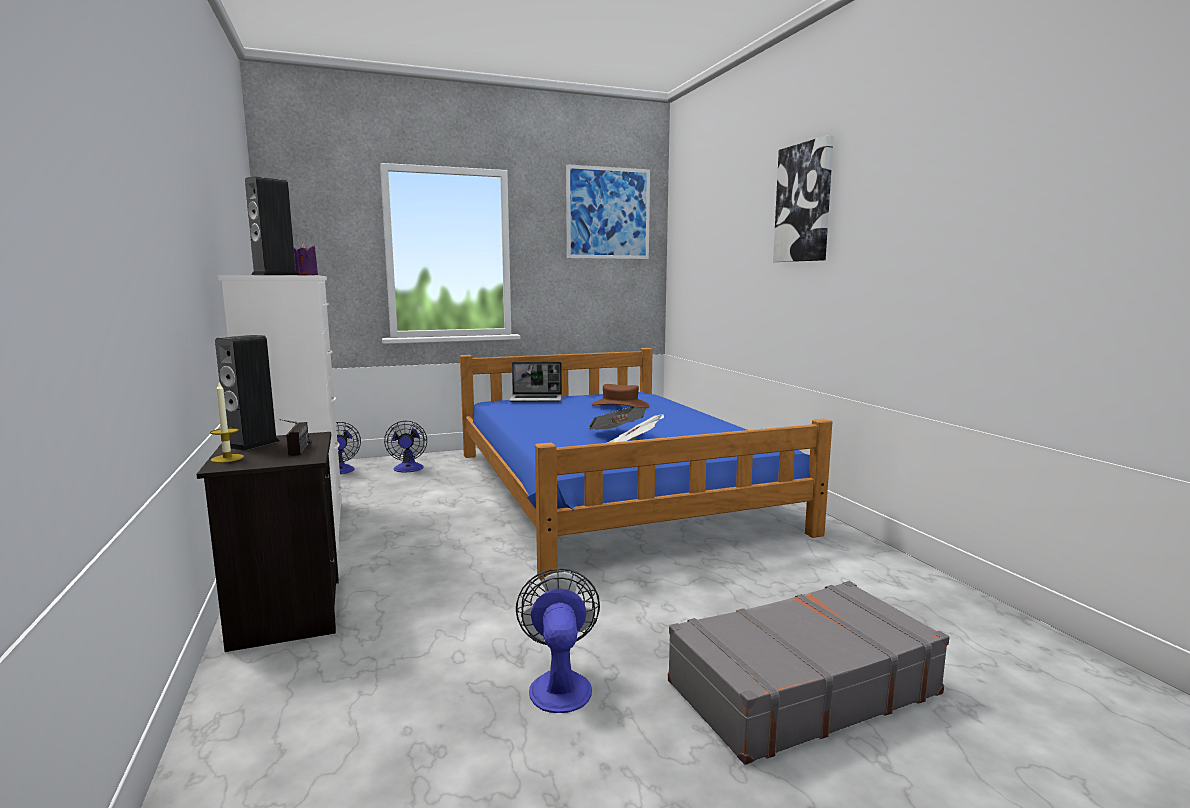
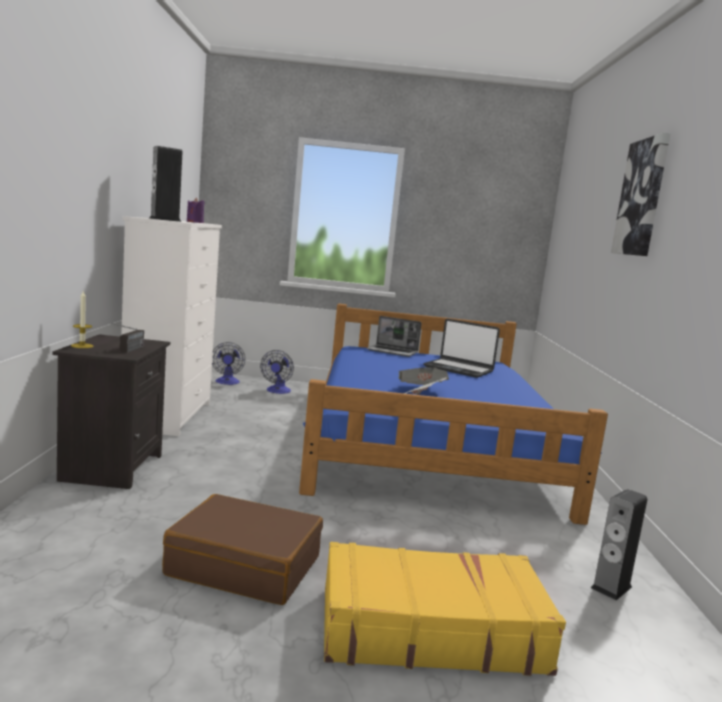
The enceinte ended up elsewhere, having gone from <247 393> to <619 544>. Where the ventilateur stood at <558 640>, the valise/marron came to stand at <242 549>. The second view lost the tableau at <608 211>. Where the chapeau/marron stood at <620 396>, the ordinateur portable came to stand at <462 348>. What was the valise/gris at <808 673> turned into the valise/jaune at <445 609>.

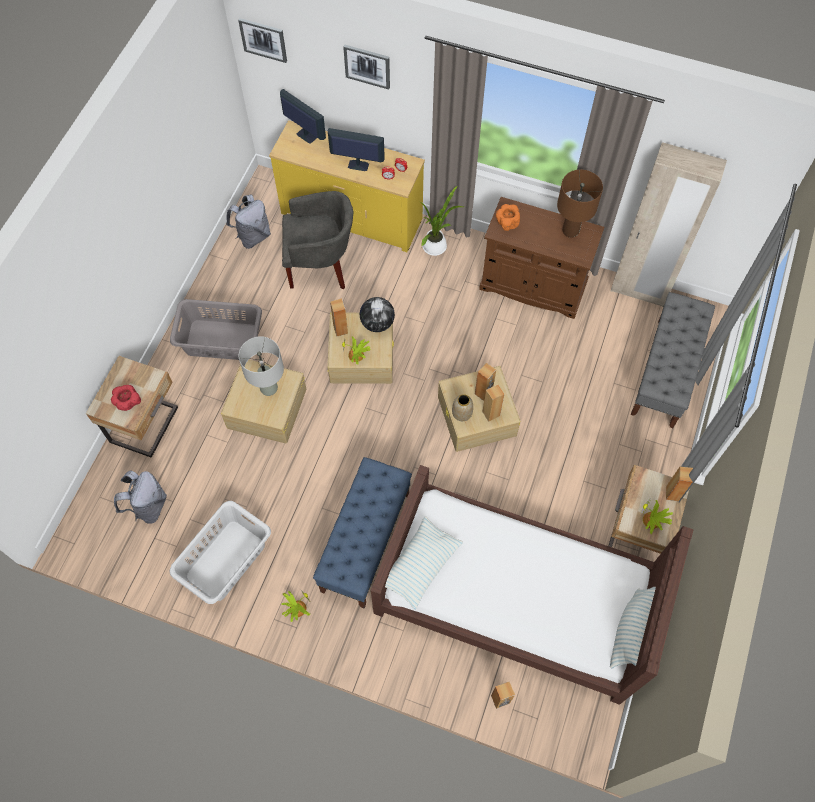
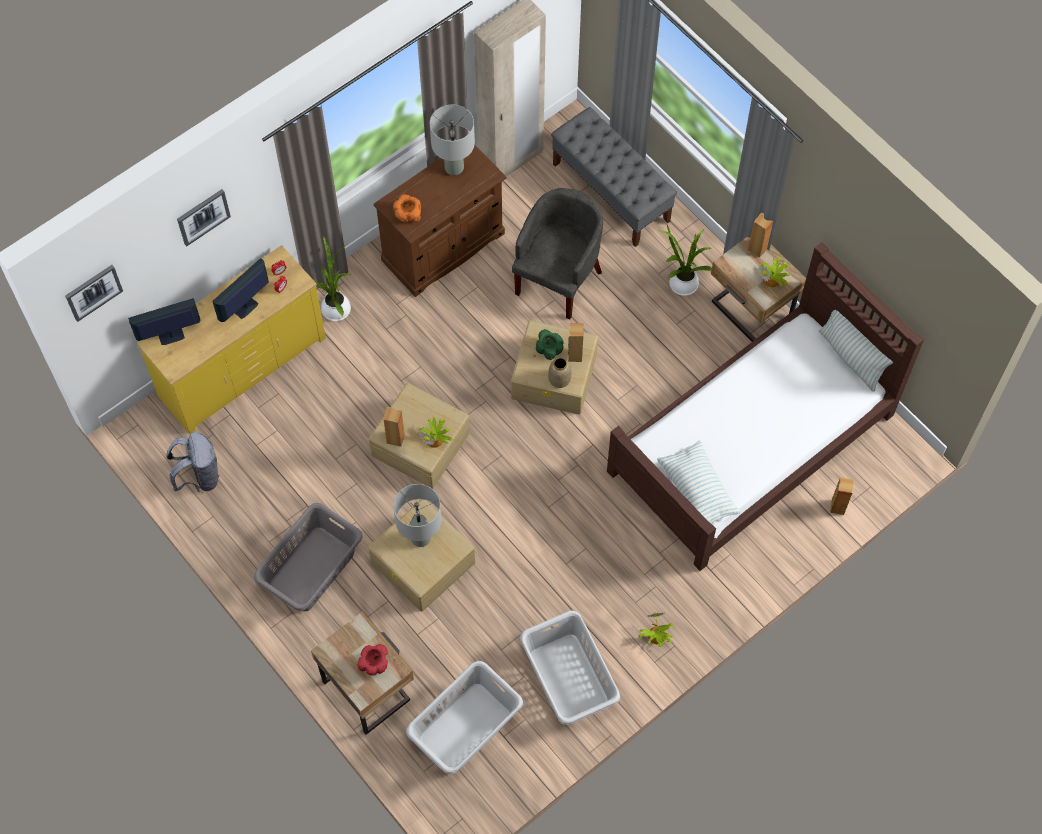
Where the sac à dos/gris stood at <140 497>, the panier à linge/gris came to stand at <464 717>. The fauteuil/gris ended up elsewhere, having gone from <317 240> to <557 254>. The second view lost the banc/bleu at <362 533>. The second view lost the globe at <377 314>. Where the enceinte/marron stood at <485 382>, the bol/vert came to stand at <549 344>. What was the lampe de table/marron at <580 204> turned into the lampe de table/gris at <452 140>. The second view gained the plante en pot at <685 260>.

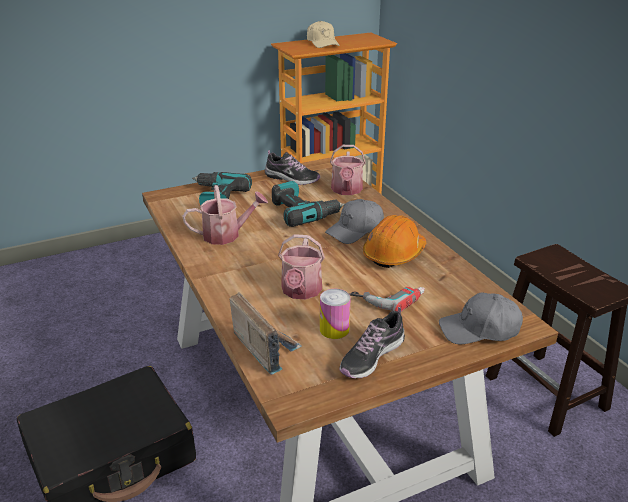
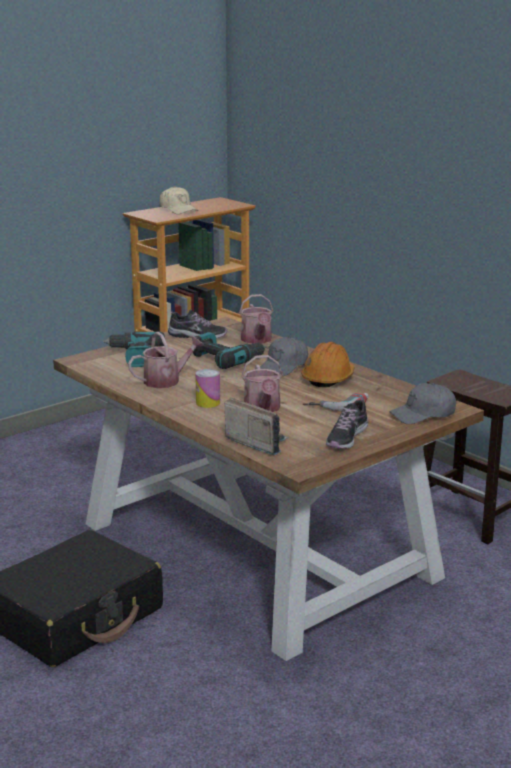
The boîte métallique ended up elsewhere, having gone from <335 314> to <207 388>.

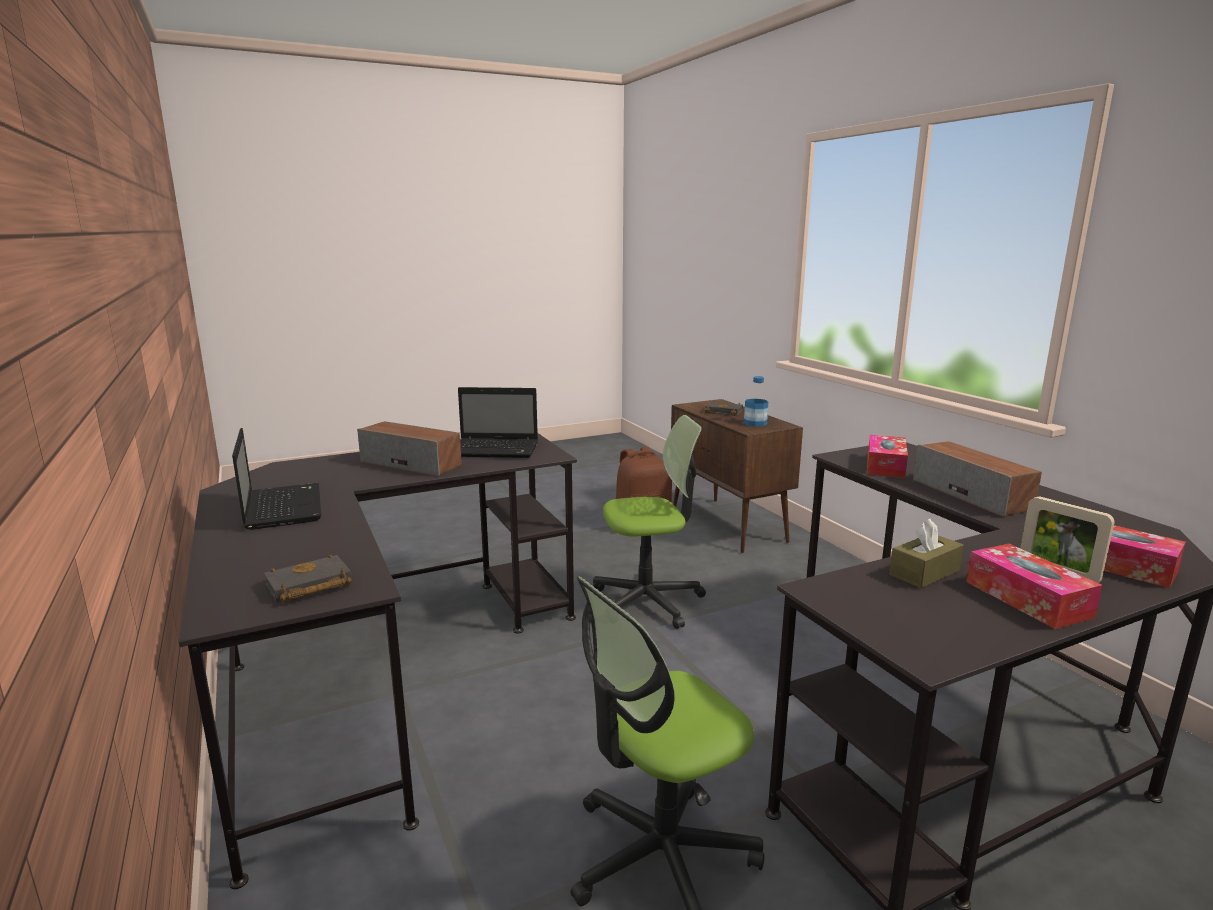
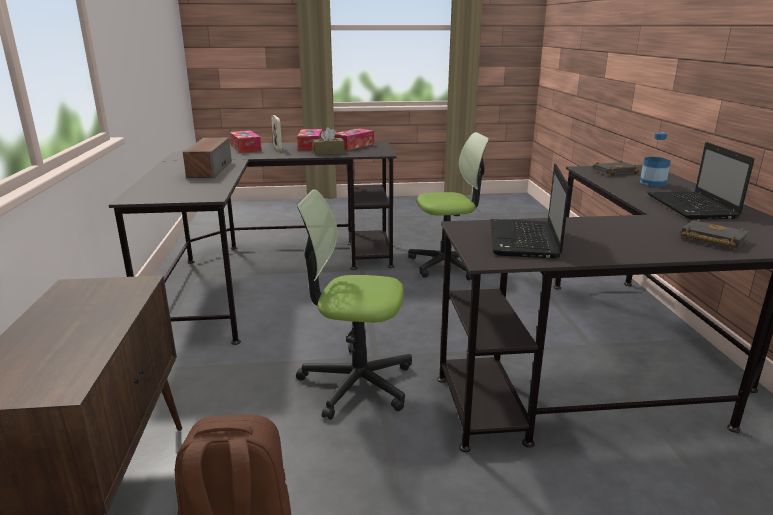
The second view lost the enceinte at <409 448>. The ordinateur portable at <498 422> ended up facing another way, 105 degrees counterclockwise from before. The livre/noir ended up elsewhere, having gone from <723 408> to <715 234>. The bouteille ended up elsewhere, having gone from <756 401> to <655 159>. The boîte à mouchoirs ended up elsewhere, having gone from <887 456> to <354 139>.

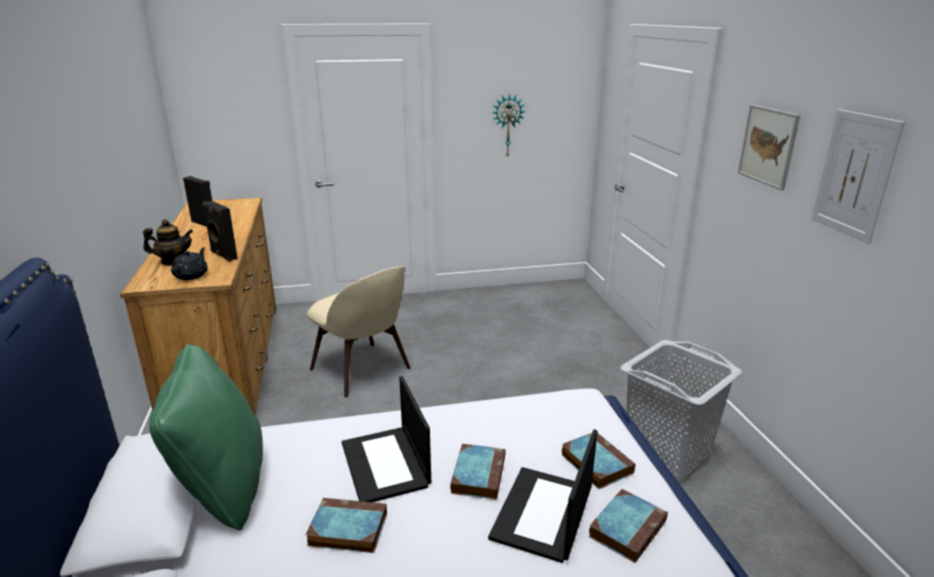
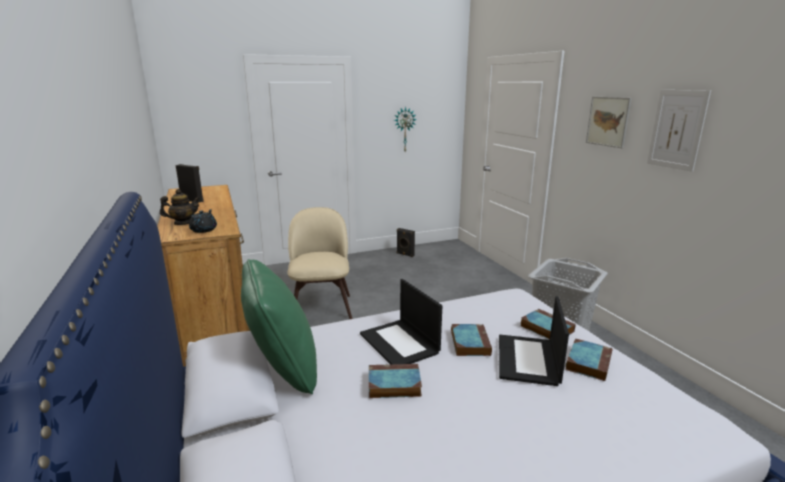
The enceinte/noir ended up elsewhere, having gone from <220 231> to <406 242>. The chaise/beige at <358 332> ended up facing another way, 135 degrees counterclockwise from before.

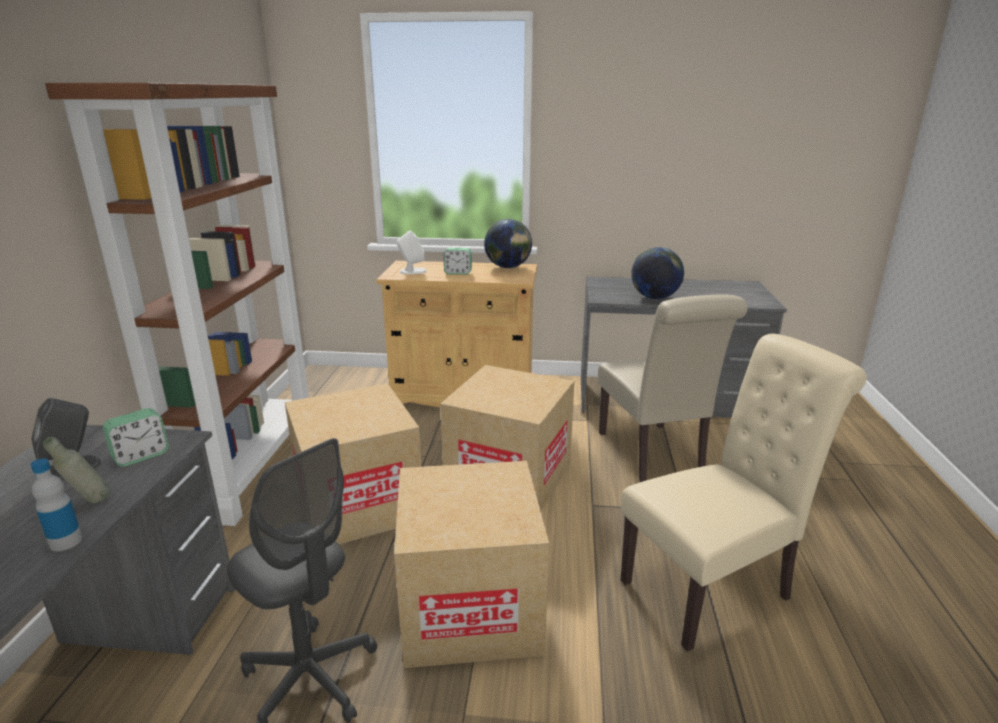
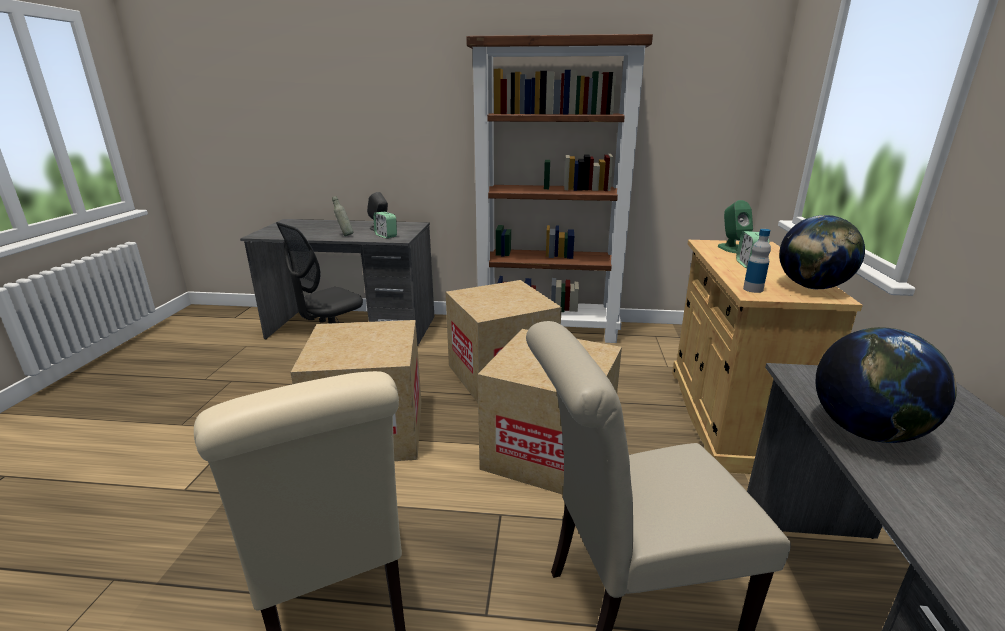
The bouteille ended up elsewhere, having gone from <56 504> to <757 261>. What was the enceinte/blanc at <411 252> turned into the enceinte/vert at <735 226>.

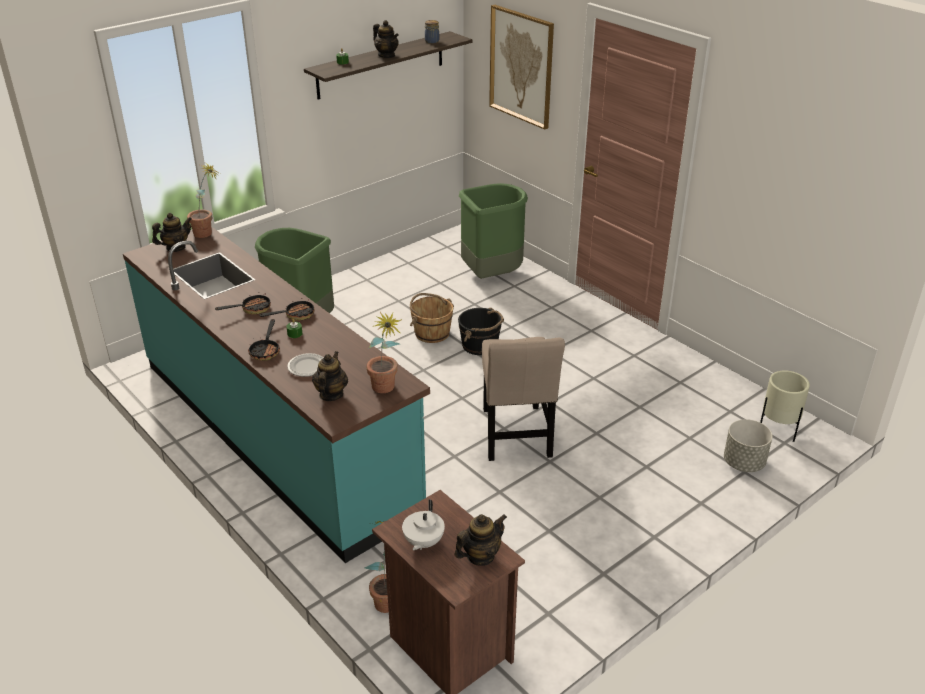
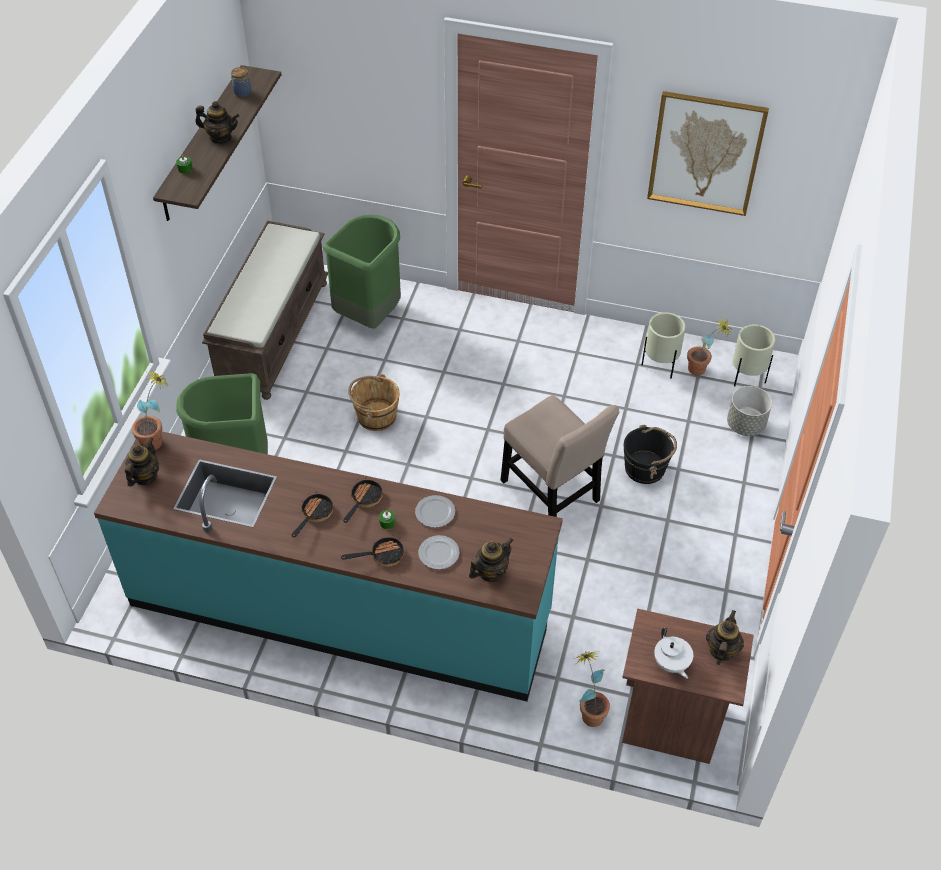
The poêle at <264 340> ended up facing another way, 75 degrees counterclockwise from before. The théière at <330 376> ended up facing another way, 75 degrees clockwise from before. The plante en pot ended up elsewhere, having gone from <384 352> to <709 346>. The seau/noir ended up elsewhere, having gone from <481 331> to <650 454>. The tableau ended up elsewhere, having gone from <521 67> to <708 153>. The second view gained the banc/marron at <265 310>. The second view gained the assiette at <435 511>. The second view gained the cache-pot/beige at <664 345>.

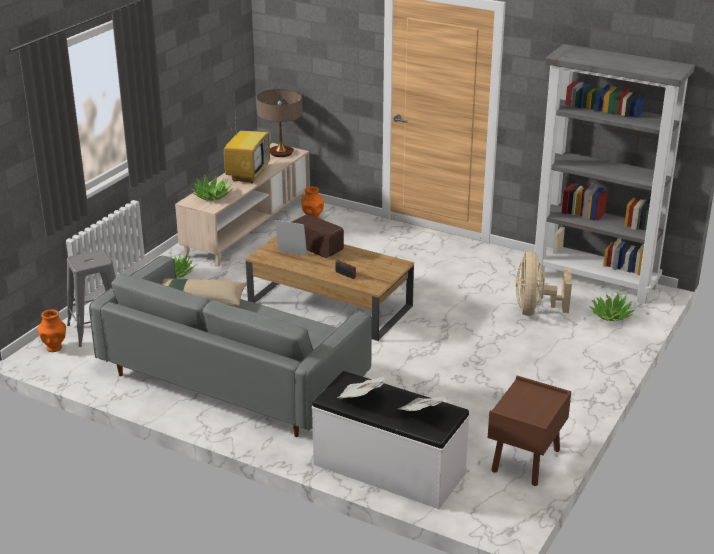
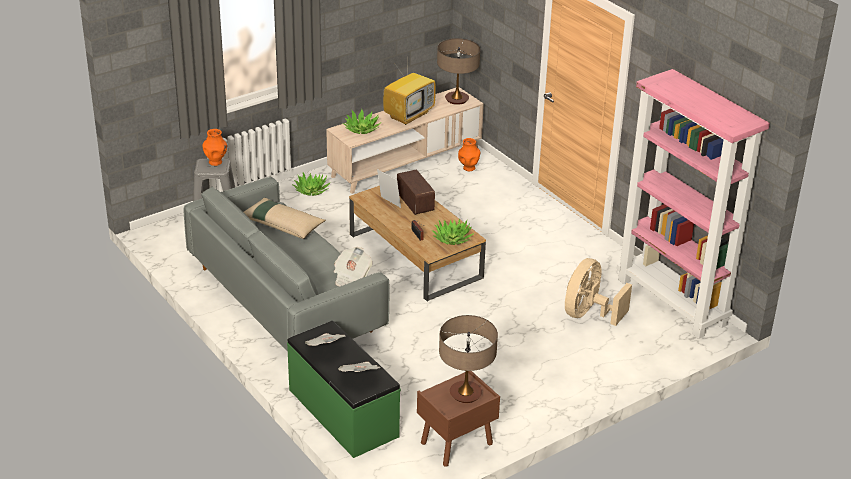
The vase/orange ended up elsewhere, having gone from <51 330> to <214 147>. What was the banc/blanc at <391 440> turned into the banc/vert at <344 389>. What was the bibliothèque/gris at <614 174> turned into the bibliothèque/rose at <693 204>. The plante en pot ended up elsewhere, having gone from <612 307> to <452 232>. The second view gained the journal at <353 266>. The second view gained the lampe de table at <468 359>.

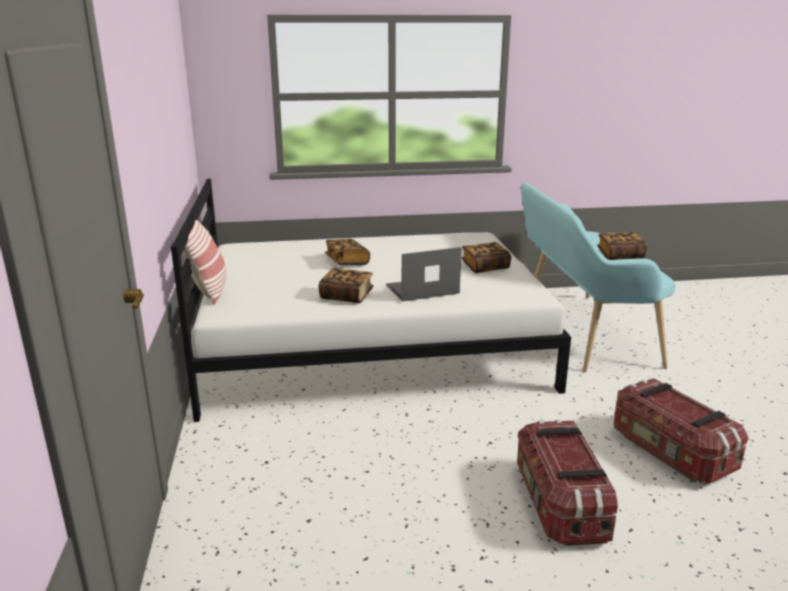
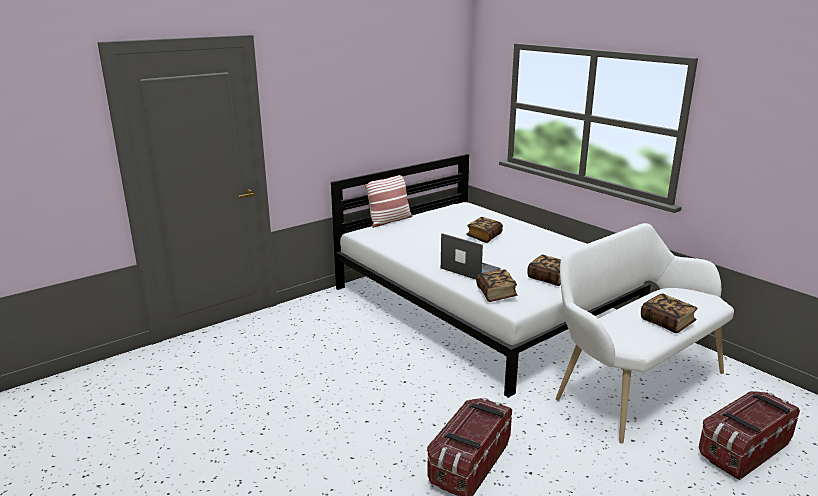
The livre ended up elsewhere, having gone from <346 285> to <496 286>. The boîte de rangement ended up elsewhere, having gone from <567 483> to <749 435>. What was the banc/turquoise at <598 277> turned into the banc/blanc at <645 333>.

